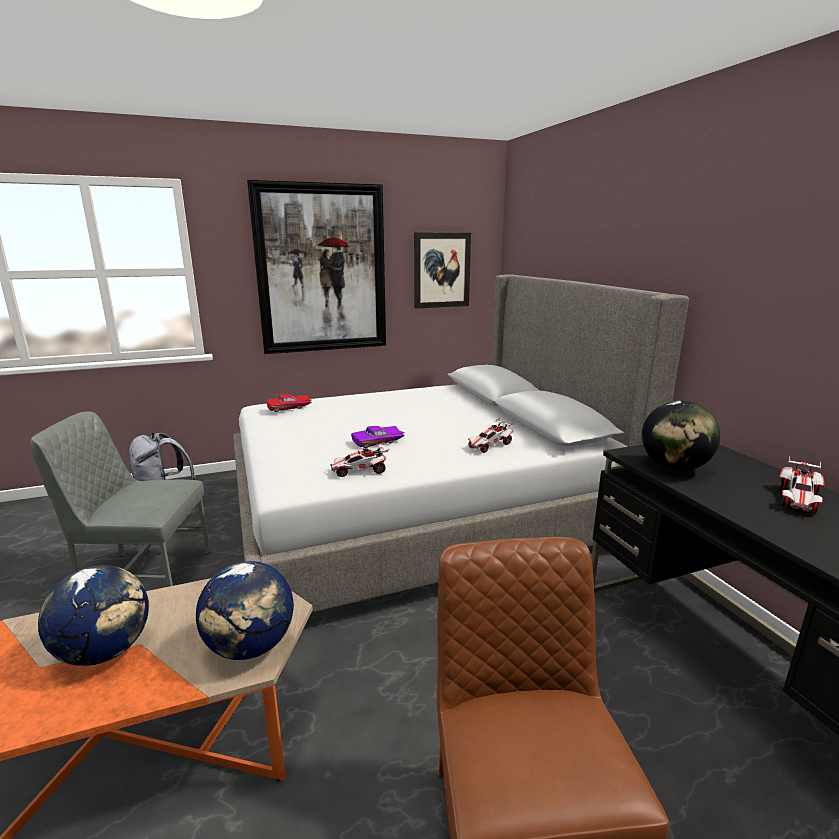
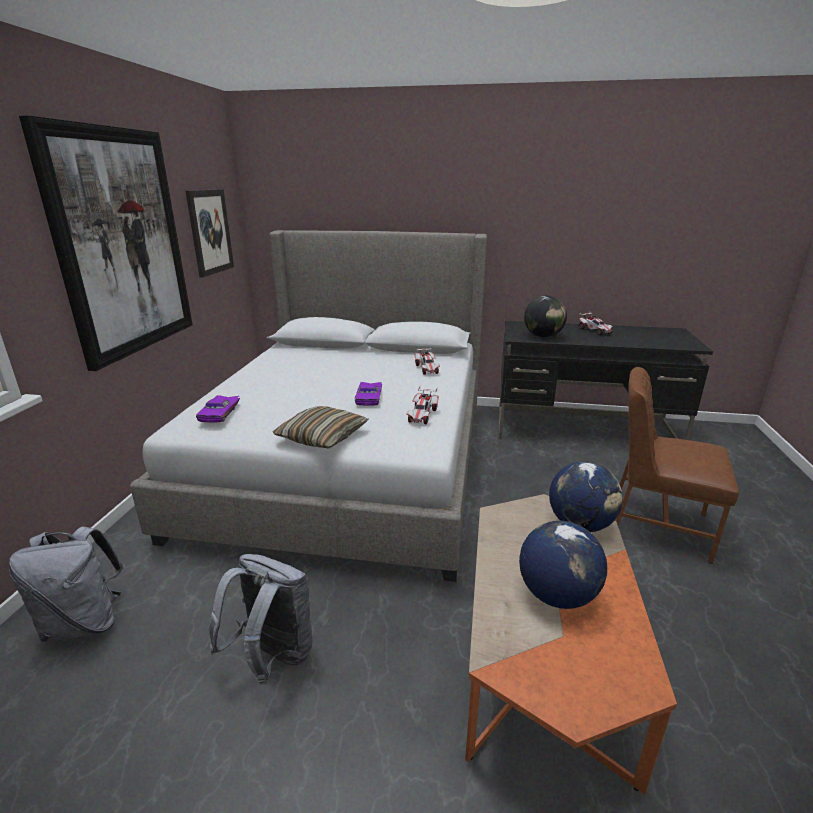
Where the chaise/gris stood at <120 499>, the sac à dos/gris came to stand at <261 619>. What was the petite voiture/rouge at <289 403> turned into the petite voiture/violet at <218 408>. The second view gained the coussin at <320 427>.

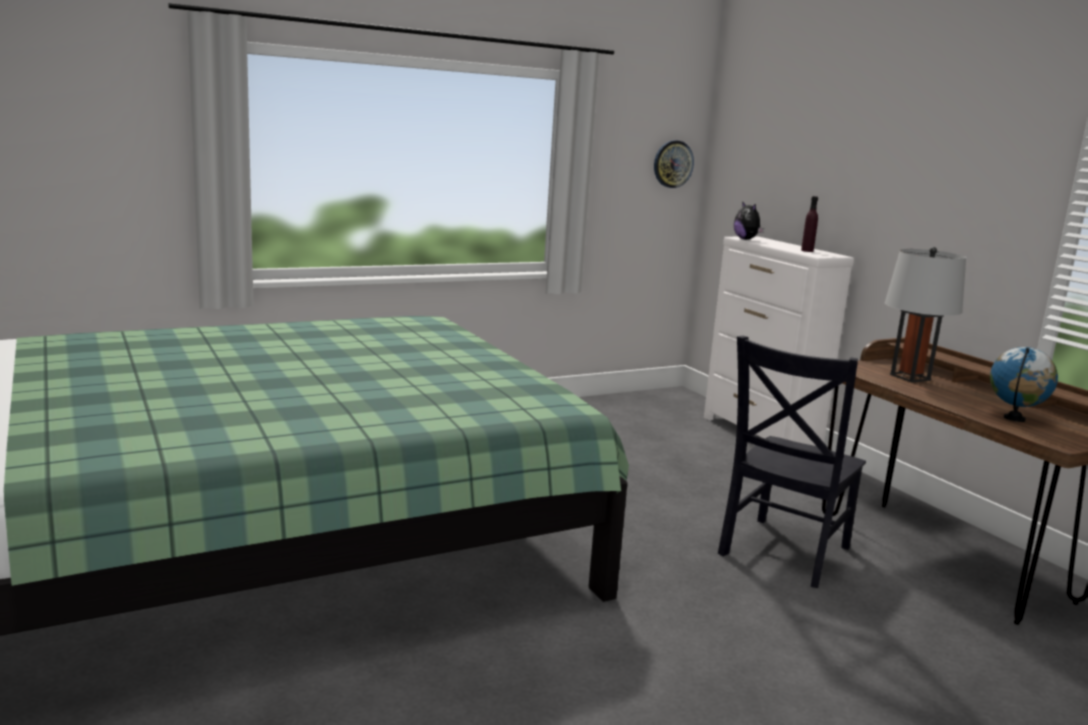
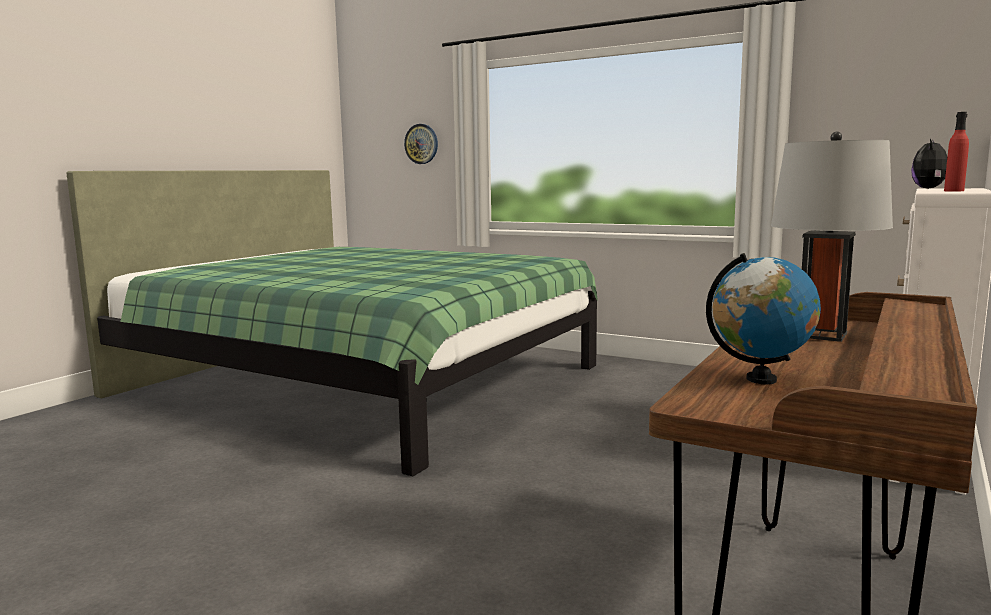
The horloge murale ended up elsewhere, having gone from <674 164> to <421 144>. The second view lost the chaise/noir at <792 462>. What was the bouteille/violet at <809 224> turned into the bouteille/rouge at <956 151>.

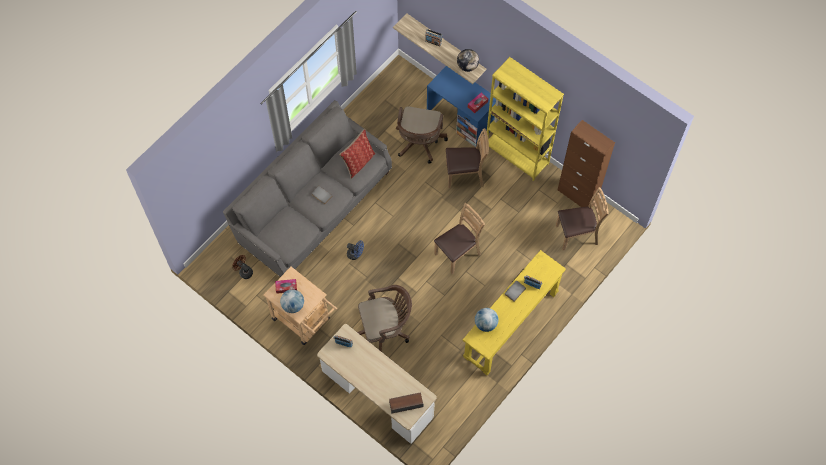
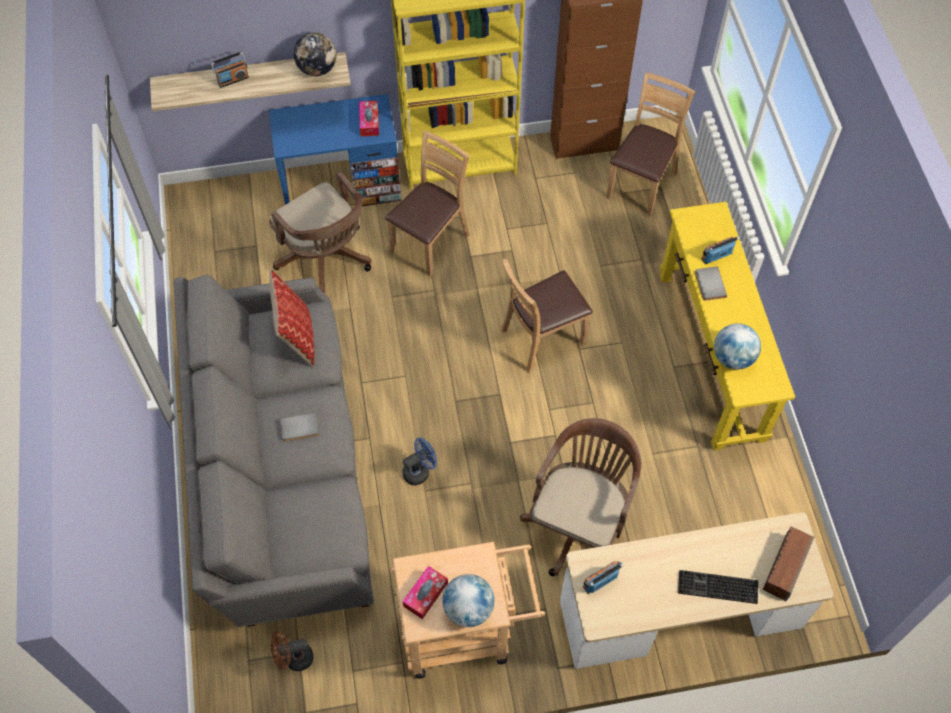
The chaise/marron at <459 238> ended up facing another way, 120 degrees counterclockwise from before. The second view gained the clavier at <718 587>.

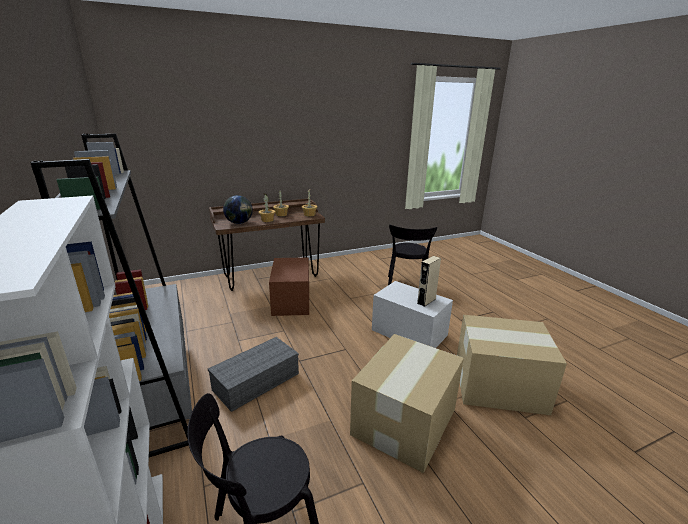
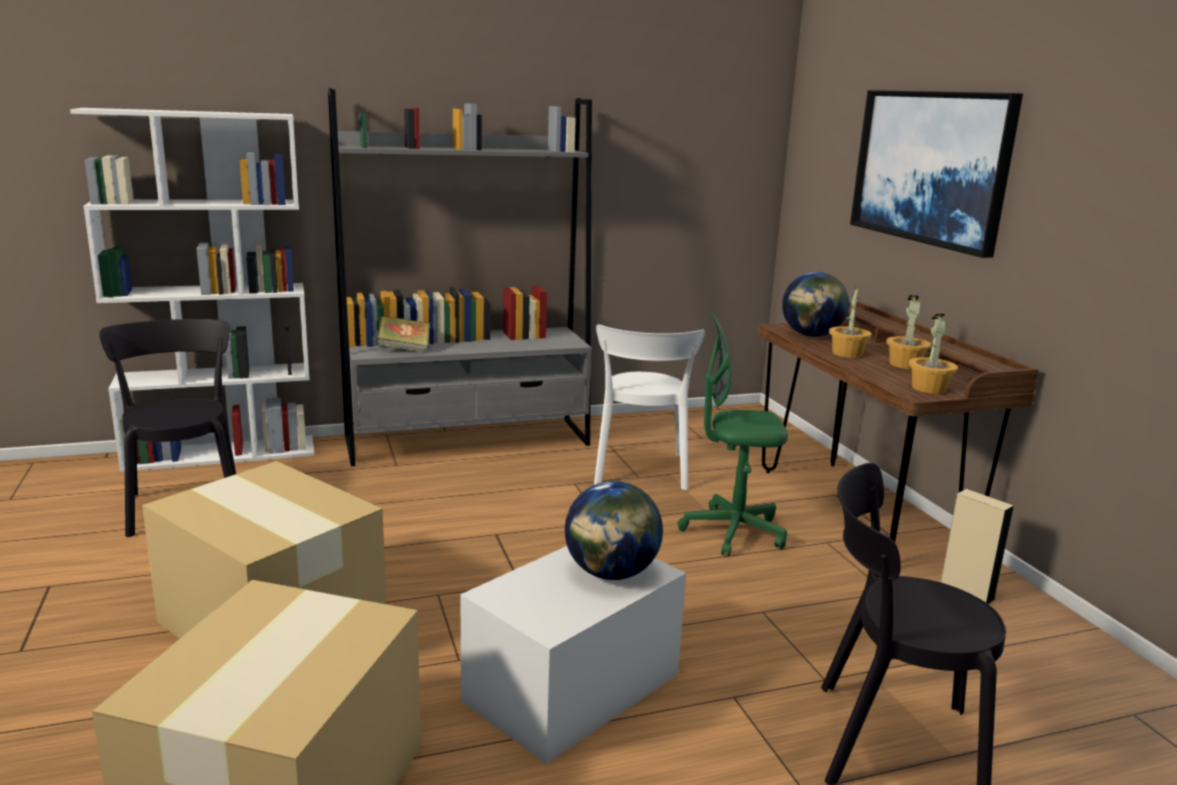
The second view lost the boîte de rangement/gris at <253 374>. Where the boîte de rangement/marron stood at <289 286>, the chaise de bureau/vert came to stand at <733 433>. The enceinte/beige ended up elsewhere, having gone from <429 281> to <977 546>. The second view gained the livre at <403 334>. The second view gained the globe at <614 530>. The second view gained the chaise/blanc at <649 407>. The second view gained the tableau at <936 174>.

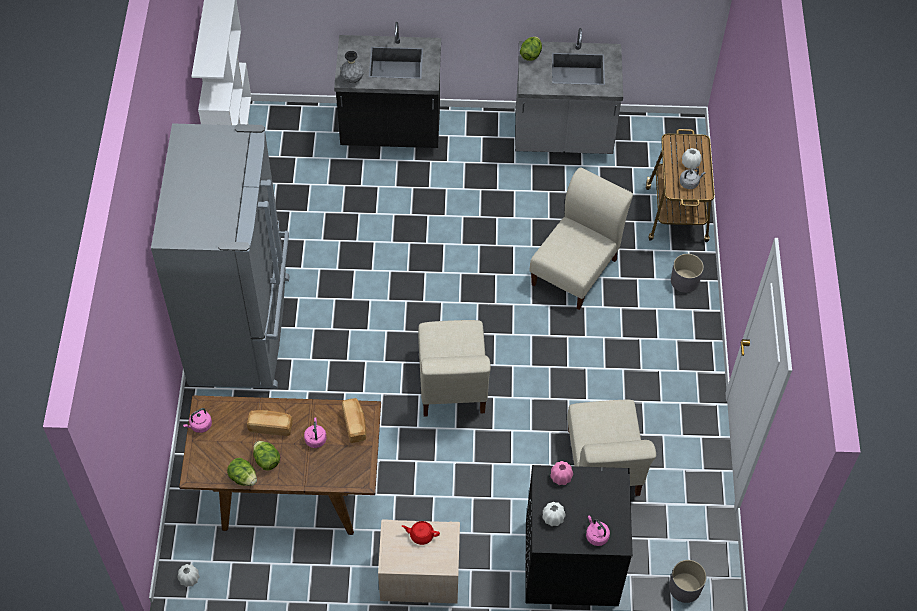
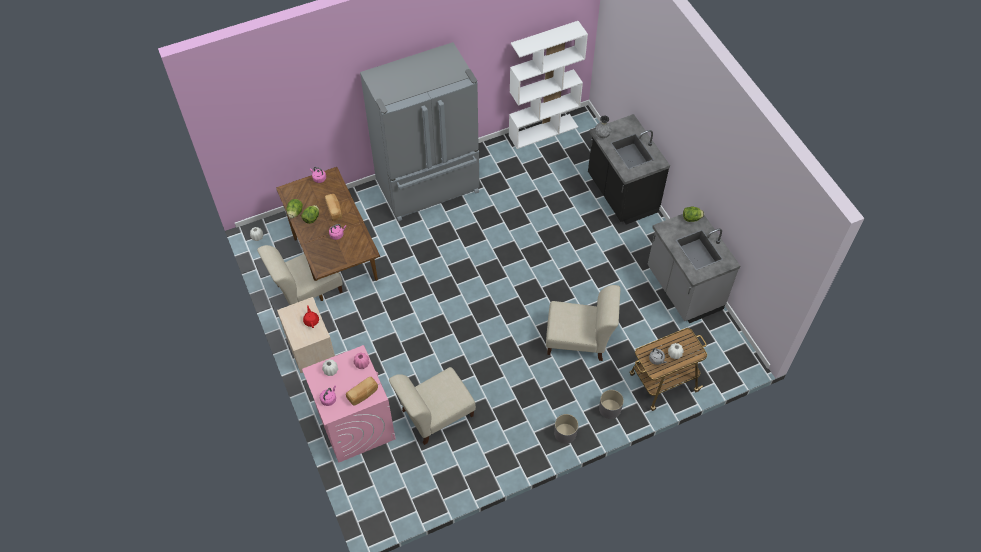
The pain ended up elsewhere, having gone from <354 420> to <362 391>. The chaise/beige ended up elsewhere, having gone from <454 368> to <300 275>. What was the lave-linge/noir at <579 535> turned into the lave-linge/rose at <349 404>. The cache-pot/gris ended up elsewhere, having gone from <687 581> to <566 429>.

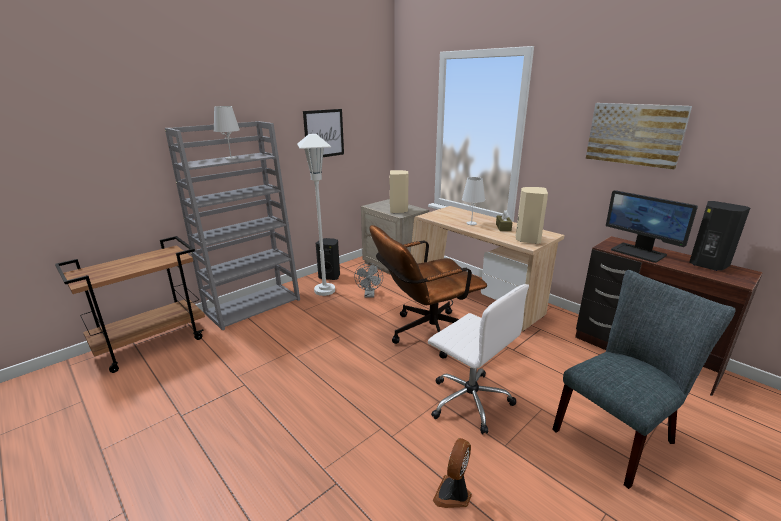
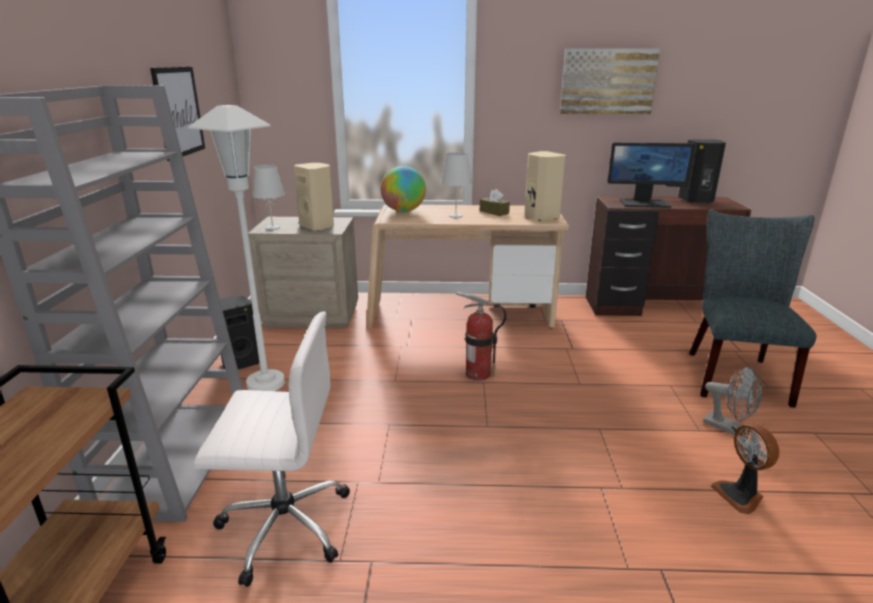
The lampe de table/blanc ended up elsewhere, having gone from <226 132> to <269 197>. The ventilateur/gris ended up elsewhere, having gone from <368 280> to <732 400>. Where the chaise de bureau/marron stood at <428 292>, the extincteur came to stand at <481 336>. The chaise de bureau/blanc ended up elsewhere, having gone from <478 359> to <271 449>. The second view gained the globe at <403 189>.

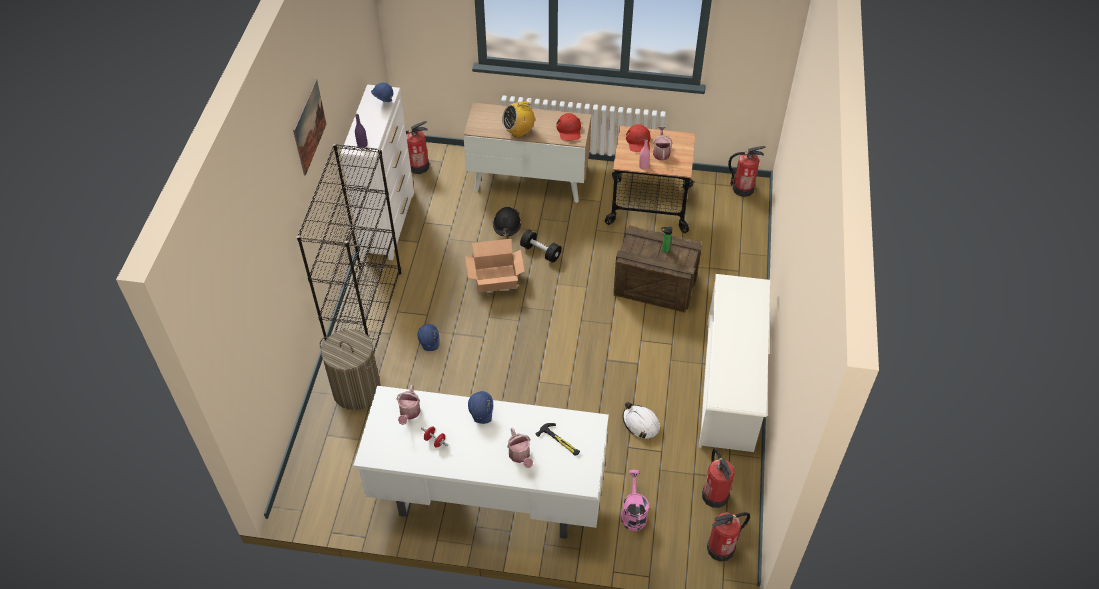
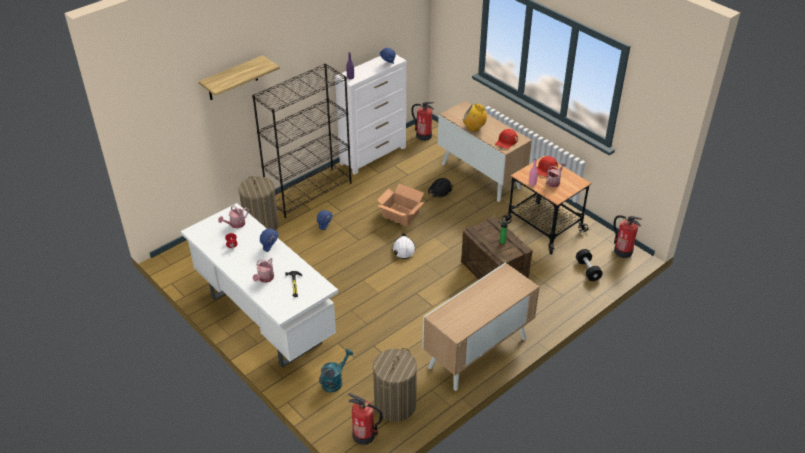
The second view lost the tableau at <310 127>. The haltère/noir ended up elsewhere, having gone from <541 246> to <589 265>. What was the arrosoir/rose at <635 500> turned into the arrosoir/turquoise at <336 370>. The casque de chantier/blanc ended up elsewhere, having gone from <641 420> to <404 245>. Where the étagère à chaussures/blanc stood at <734 363>, the meuble de rangement came to stand at <481 327>. Where the extincteur stood at <718 478>, the panier à linge came to stand at <395 385>. The second view gained the étagère at <239 77>.

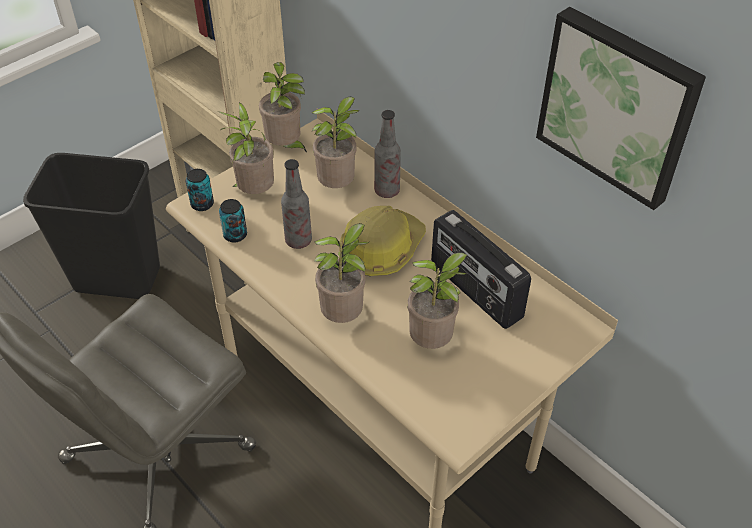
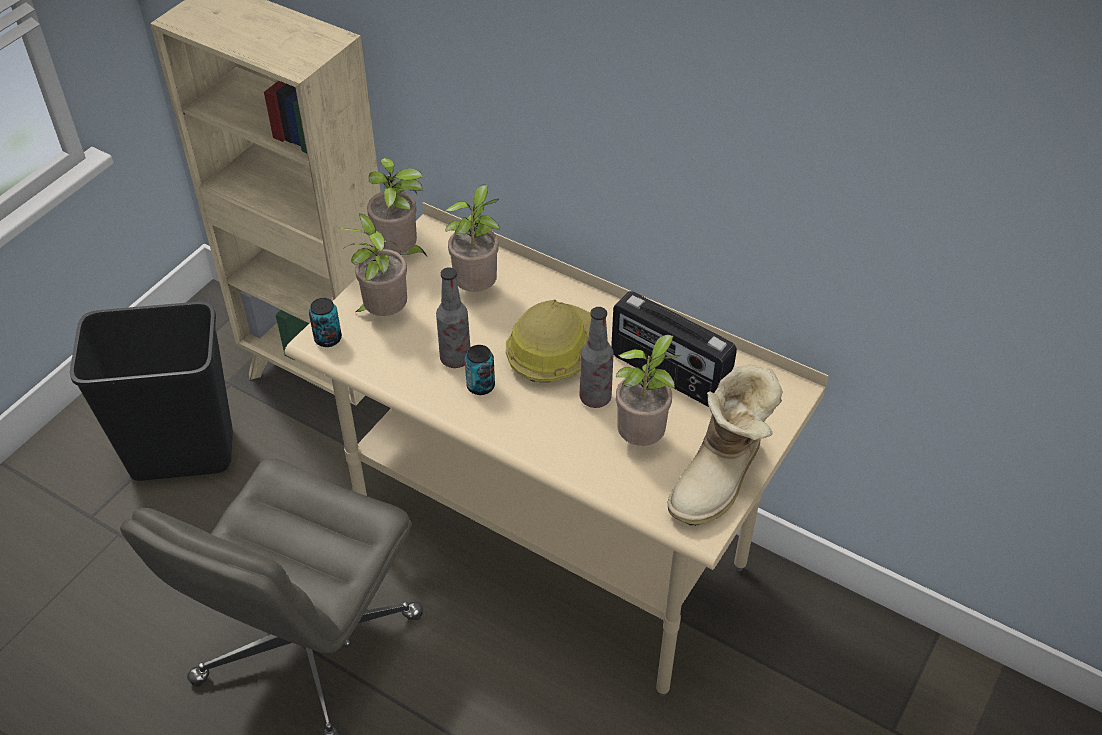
The boîte métallique ended up elsewhere, having gone from <233 221> to <480 370>. The second view lost the plante en pot at <341 273>. The bouteille ended up elsewhere, having gone from <387 154> to <597 357>. The second view lost the tableau at <621 108>. The second view gained the botte at <725 445>.

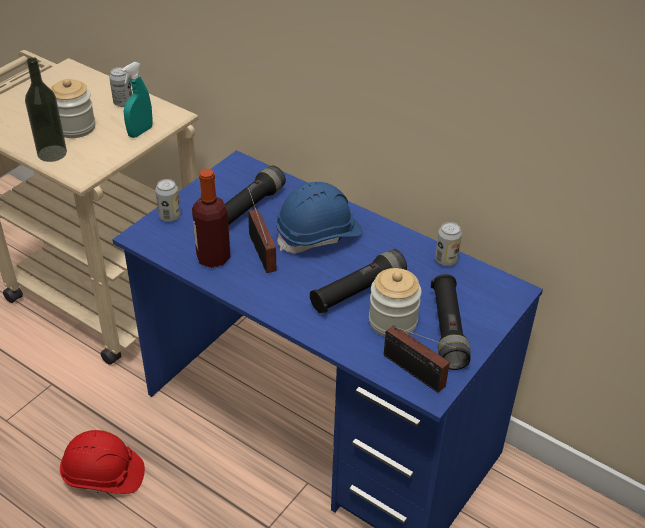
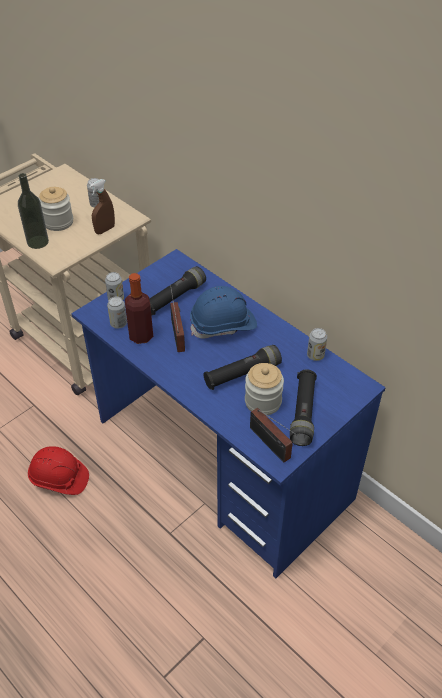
What was the vaporisateur/turquoise at <137 100> turned into the vaporisateur/marron at <102 206>. The second view gained the boîte métallique at <117 313>.

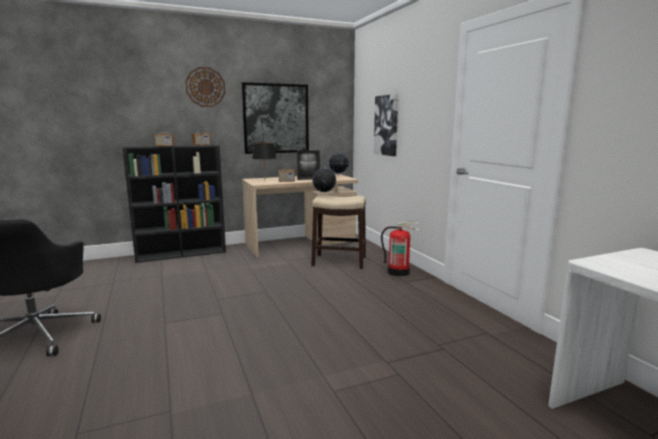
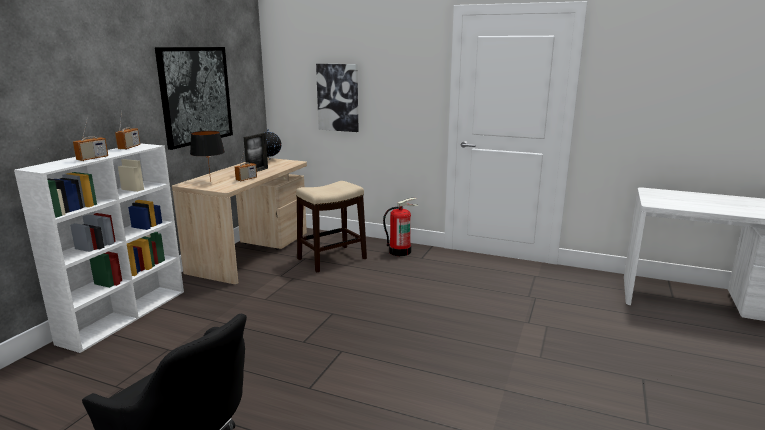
What was the bibliothèque/noir at <174 204> turned into the bibliothèque/blanc at <99 248>. The second view lost the horloge murale at <205 87>. The second view lost the globe at <324 180>.

